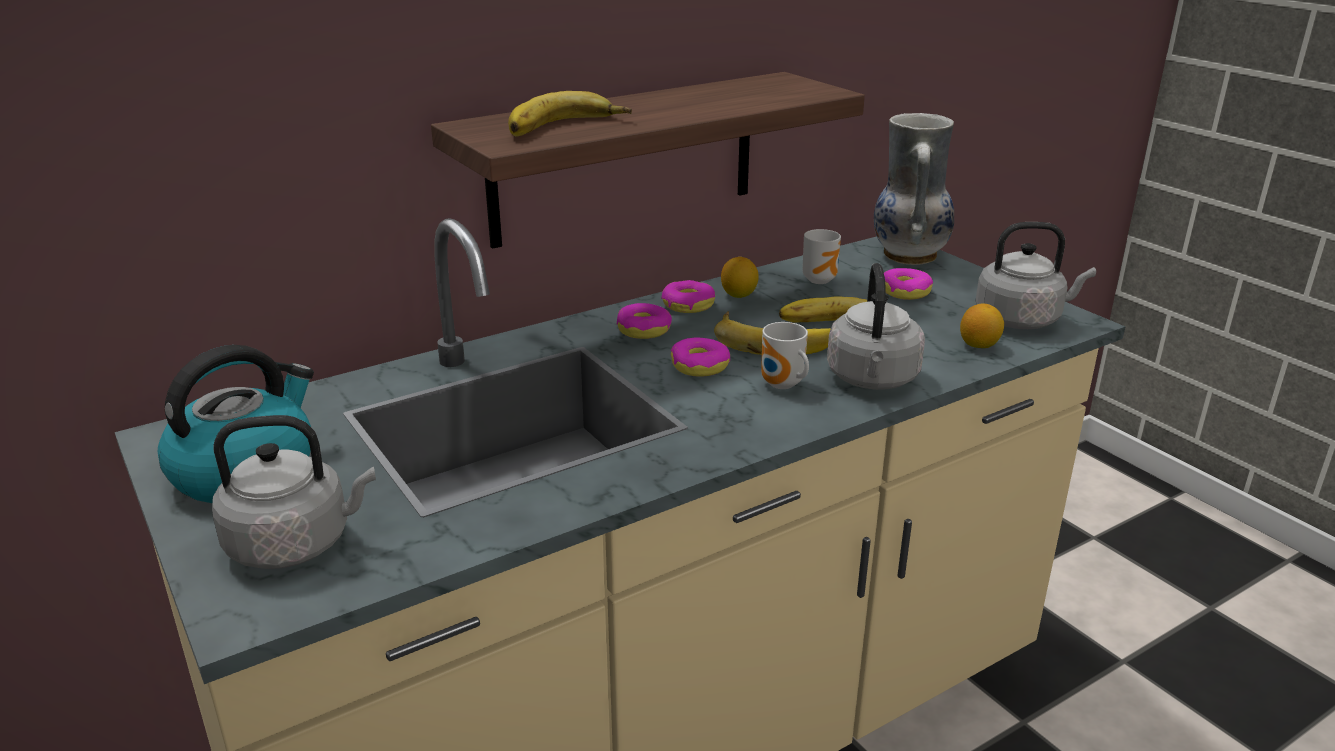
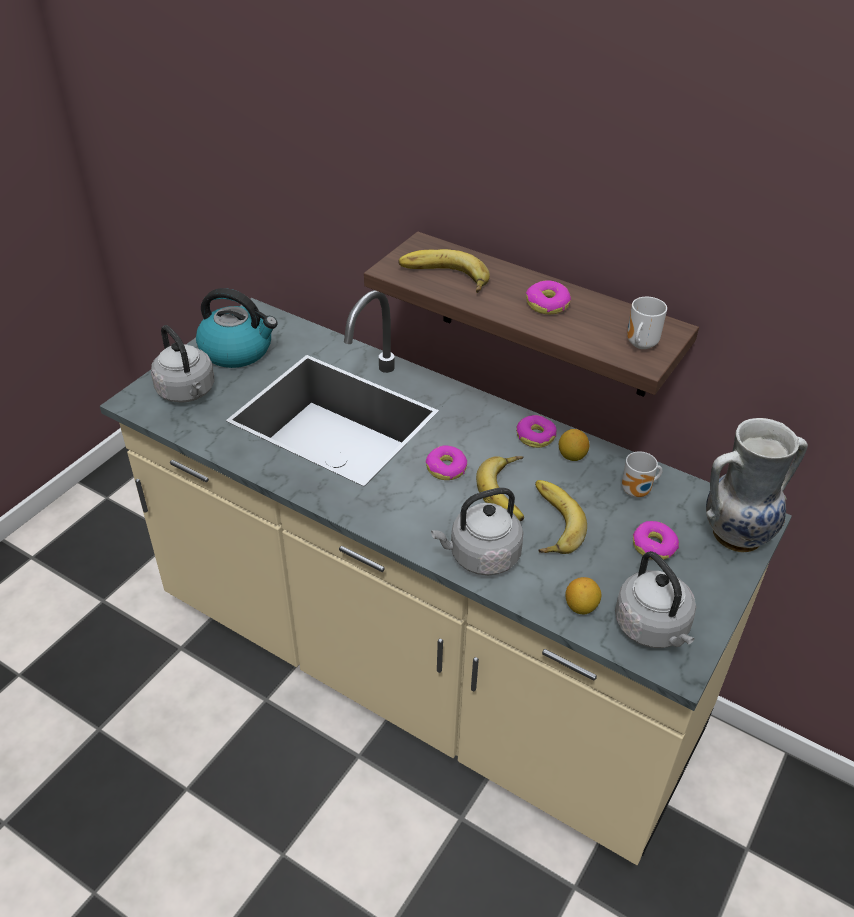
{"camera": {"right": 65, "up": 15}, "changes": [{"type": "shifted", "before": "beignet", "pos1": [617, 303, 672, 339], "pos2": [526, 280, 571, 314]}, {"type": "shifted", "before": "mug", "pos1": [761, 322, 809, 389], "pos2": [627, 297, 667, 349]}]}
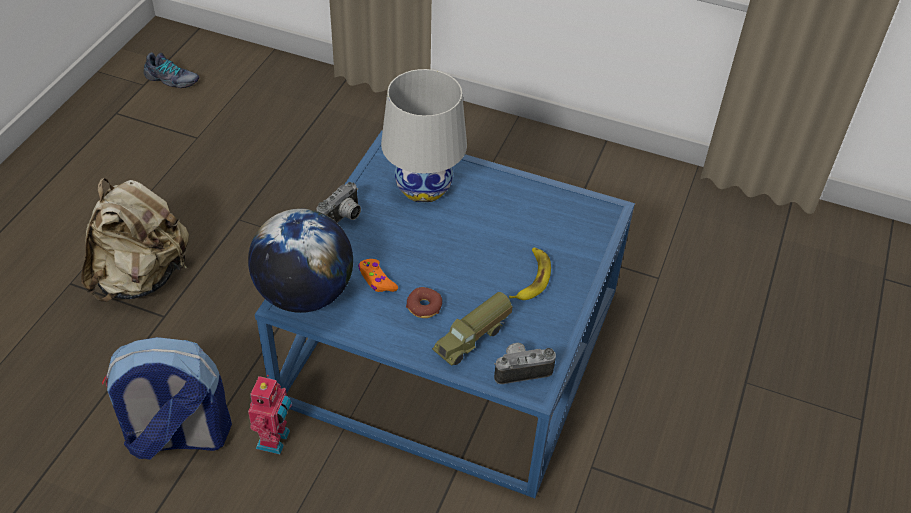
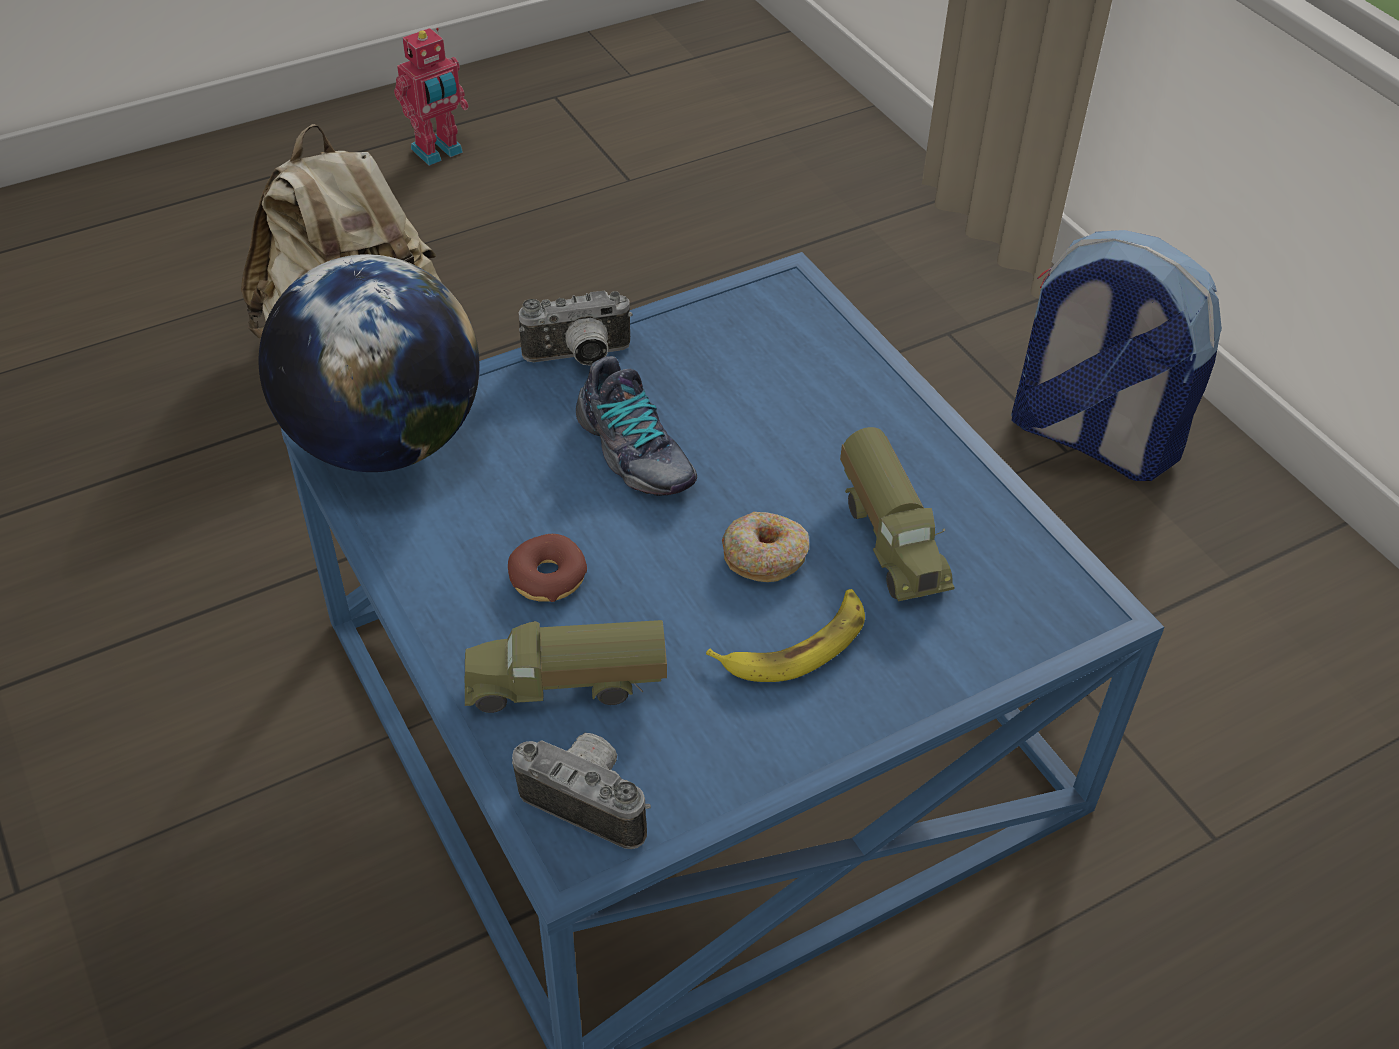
{"camera": {"right": 40, "up": 0}, "changes": [{"type": "shifted", "before": "robot jouet", "pos1": [248, 375, 292, 454], "pos2": [394, 28, 469, 166]}, {"type": "shifted", "before": "chaussure", "pos1": [144, 52, 199, 88], "pos2": [576, 356, 697, 496]}, {"type": "new", "after": "beignet", "pos2": [722, 512, 809, 582]}, {"type": "new", "after": "camion jouet", "pos2": [840, 427, 955, 601]}, {"type": "shifted", "before": "sac à dos", "pos1": [102, 337, 232, 460], "pos2": [1011, 230, 1222, 481]}, {"type": "gone", "before": "manette/orange", "pos1": [358, 259, 398, 292]}, {"type": "gone", "before": "lampe de table/blanc", "pos1": [381, 69, 467, 203]}]}
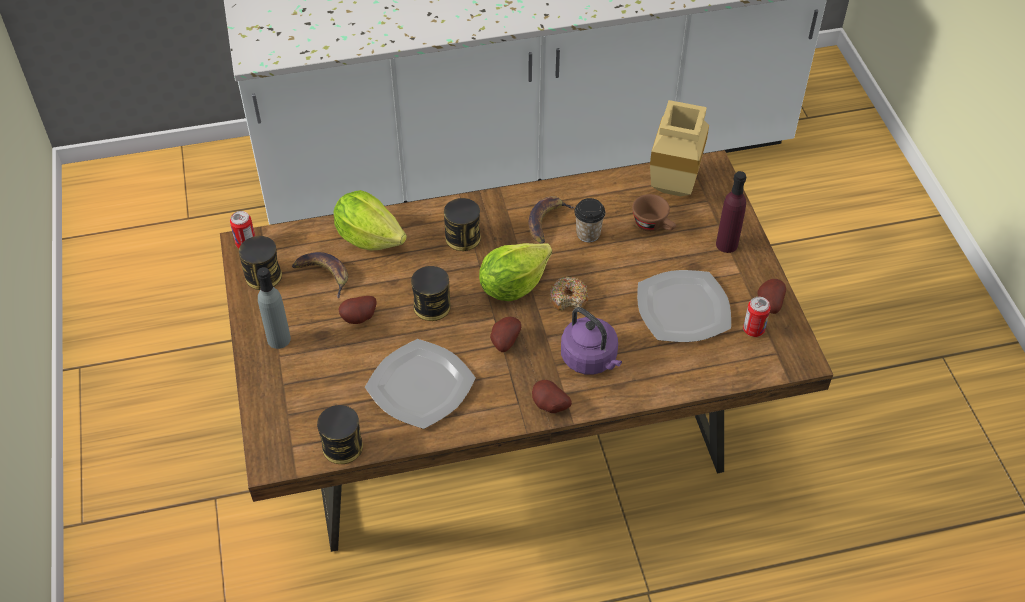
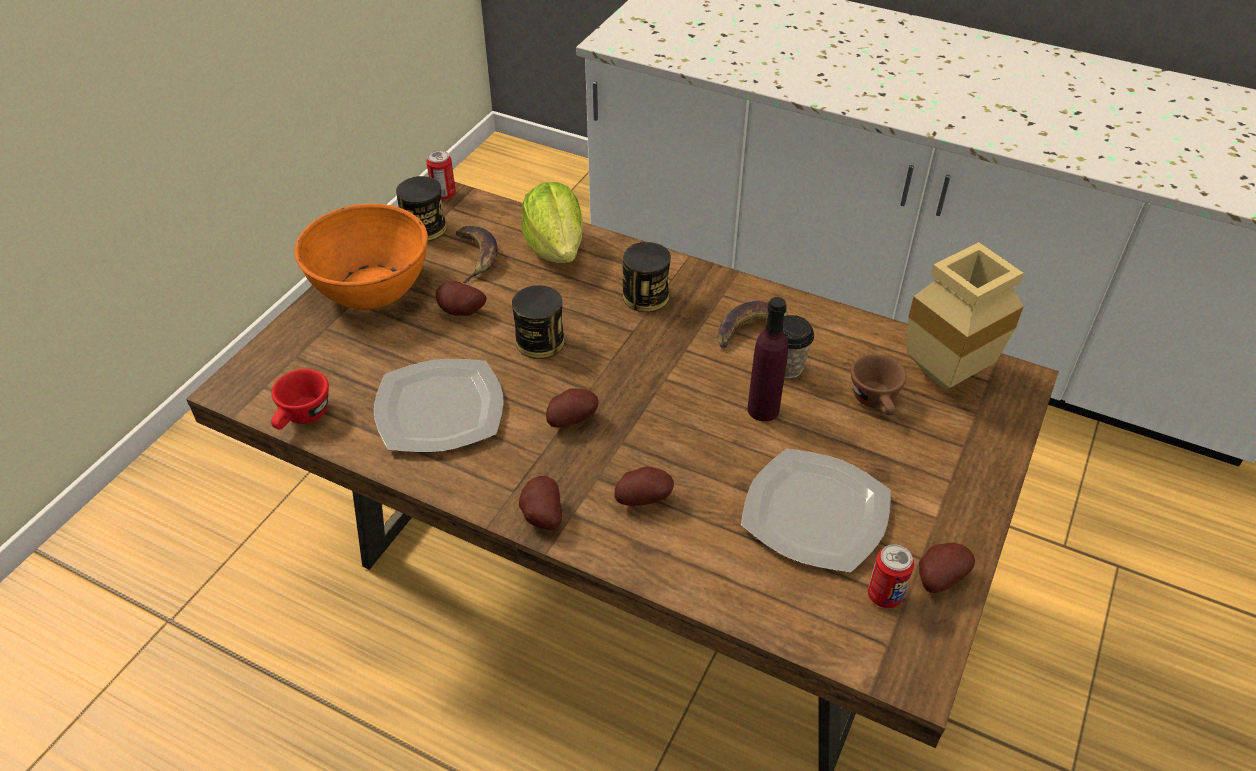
{"camera": {"right": 40, "up": -5}, "changes": [{"type": "swapped", "before": "boîte métallique", "after": "tasse/rouge", "pos1": [317, 405, 363, 464], "pos2": [271, 369, 329, 430]}, {"type": "swapped", "before": "bouteille/gris", "after": "bol/orange", "pos1": [257, 267, 291, 349], "pos2": [294, 204, 428, 310]}, {"type": "swapped", "before": "bouilloire/violet", "after": "pomme de terre", "pos1": [561, 307, 622, 375], "pos2": [614, 467, 674, 506]}, {"type": "shifted", "before": "bouteille/violet", "pos1": [716, 171, 746, 253], "pos2": [747, 297, 788, 422]}, {"type": "gone", "before": "laitue", "pos1": [479, 243, 552, 301]}, {"type": "gone", "before": "beignet", "pos1": [549, 277, 589, 311]}]}
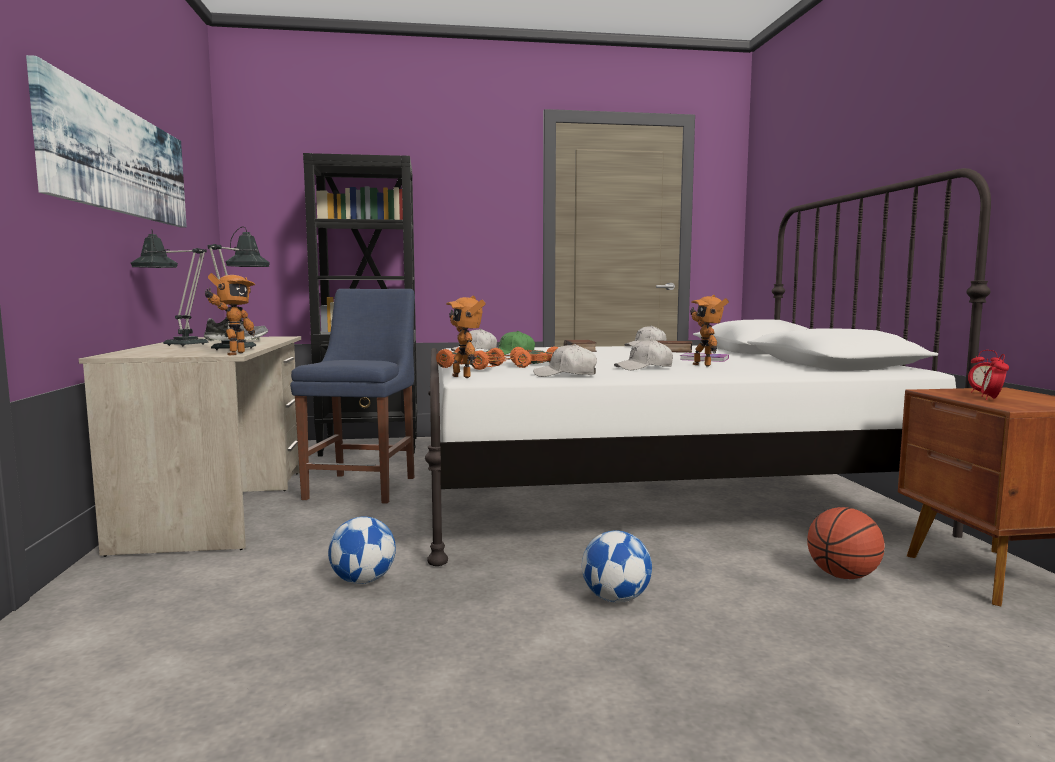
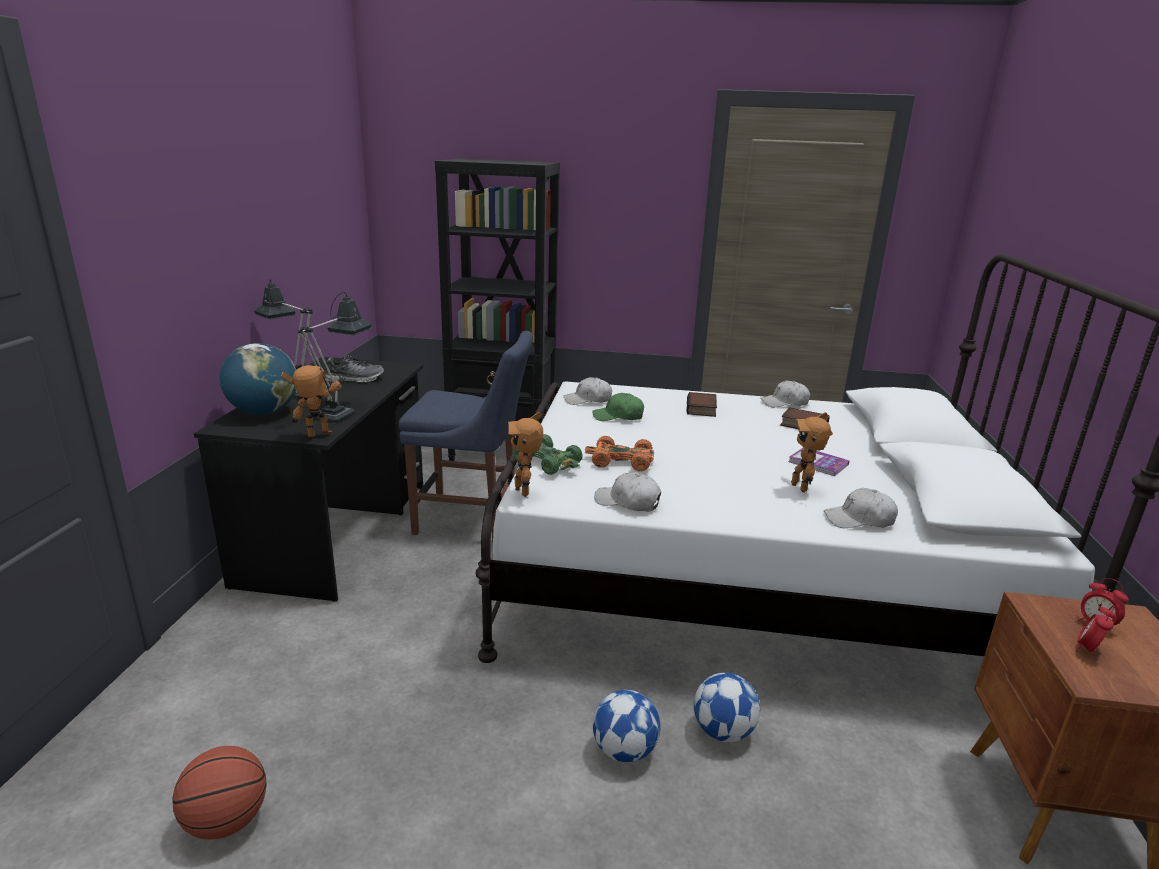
{"camera": {"right": 15, "up": 15}, "changes": [{"type": "shifted", "before": "ballon de basket", "pos1": [807, 507, 885, 579], "pos2": [173, 746, 266, 840]}, {"type": "repainted", "before": "bureau/beige", "after": "bureau/noir", "pos1": [79, 336, 301, 557], "pos2": [194, 357, 423, 602]}, {"type": "new", "after": "globe", "pos2": [220, 343, 296, 415]}, {"type": "rotated", "before": "robot jouet", "pos1": [205, 273, 256, 355], "pos2": [281, 365, 347, 438], "turn": -150}, {"type": "rotated", "before": "chaise/bleu", "pos1": [290, 289, 415, 504], "pos2": [399, 331, 533, 543], "turn": 75}, {"type": "repainted", "before": "petite voiture/orange", "after": "petite voiture/vert", "pos1": [436, 347, 506, 370], "pos2": [512, 434, 582, 475]}, {"type": "shifted", "before": "ballon de foot", "pos1": [328, 516, 396, 584], "pos2": [694, 673, 760, 742]}, {"type": "shifted", "before": "casquette/blanc", "pos1": [614, 339, 673, 370], "pos2": [824, 488, 898, 528]}, {"type": "gone", "before": "tableau", "pos1": [26, 55, 187, 228]}]}
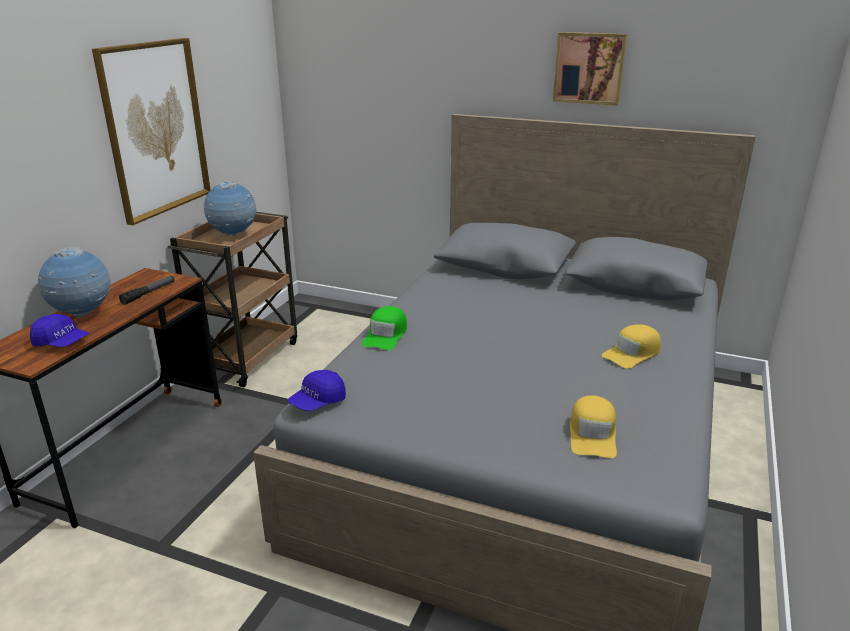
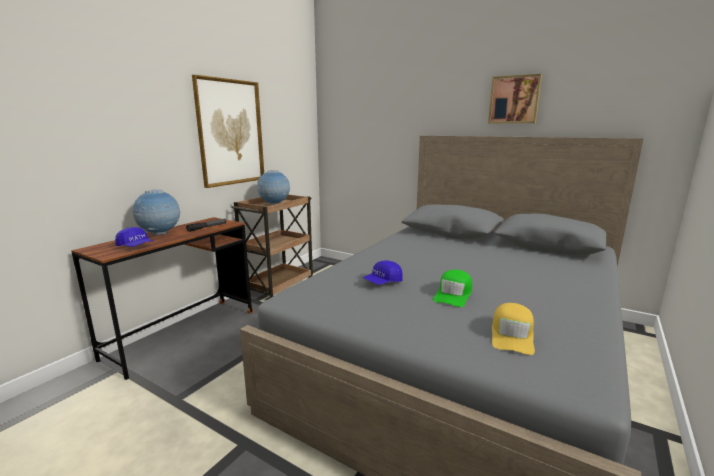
{"camera": {"right": 10, "up": -10}, "changes": [{"type": "shifted", "before": "casquette/bleu", "pos1": [288, 370, 346, 411], "pos2": [363, 261, 403, 285]}, {"type": "shifted", "before": "casquette/vert", "pos1": [362, 306, 407, 350], "pos2": [433, 270, 472, 307]}, {"type": "gone", "before": "casquette/jaune", "pos1": [602, 324, 661, 369]}]}
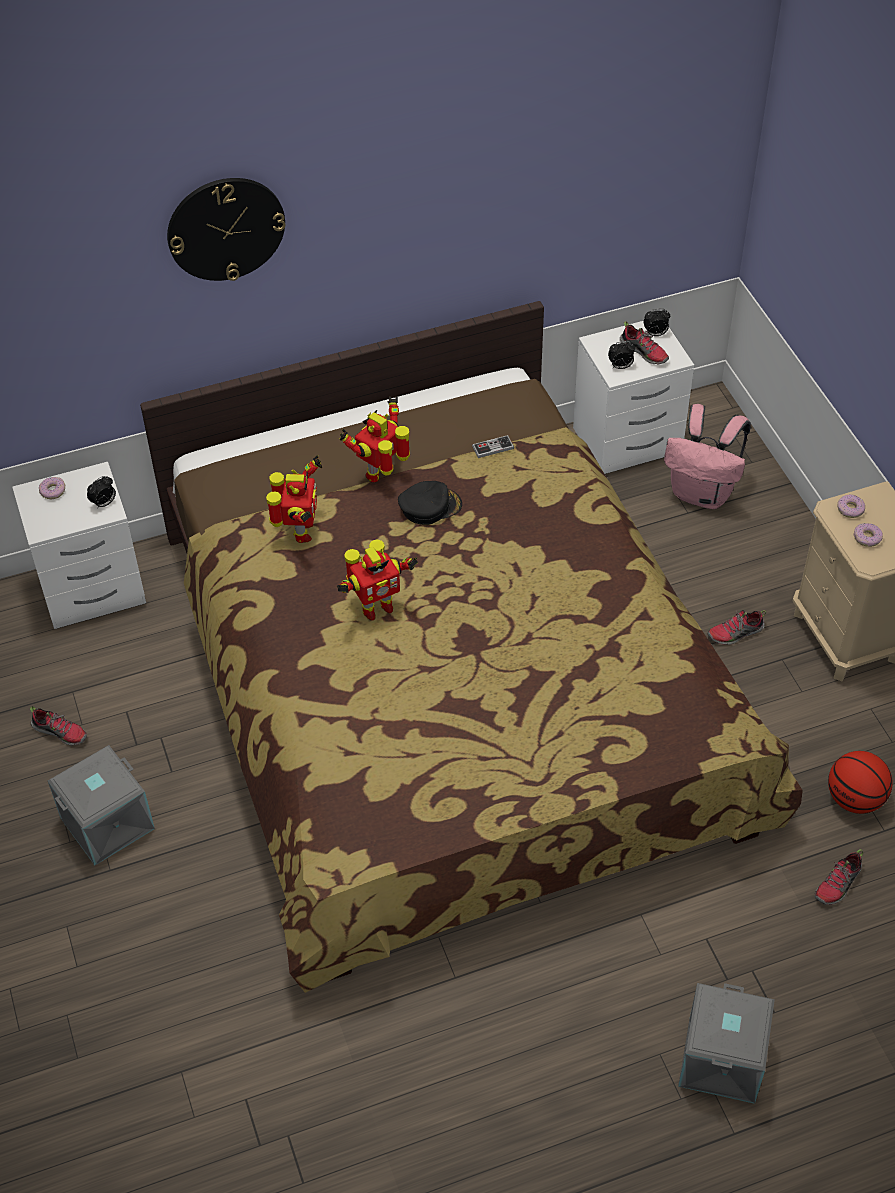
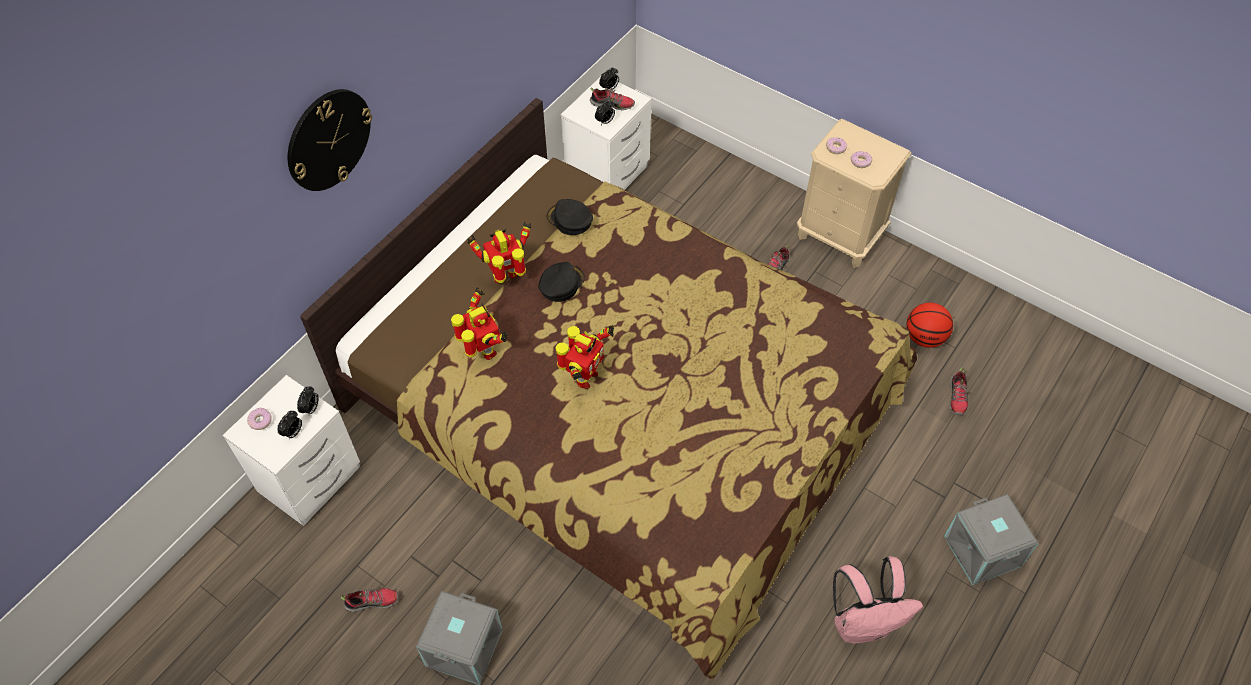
{"camera": {"right": -35, "up": 5}, "changes": [{"type": "new", "after": "réveil", "pos2": [278, 411, 302, 440]}, {"type": "rotated", "before": "robot jouet", "pos1": [340, 396, 410, 483], "pos2": [467, 221, 531, 283], "turn": 60}, {"type": "swapped", "before": "manette", "after": "casquette/noir", "pos1": [472, 435, 514, 458], "pos2": [547, 199, 593, 235]}, {"type": "shifted", "before": "sac à dos/rose", "pos1": [664, 404, 751, 509], "pos2": [833, 556, 923, 643]}]}
